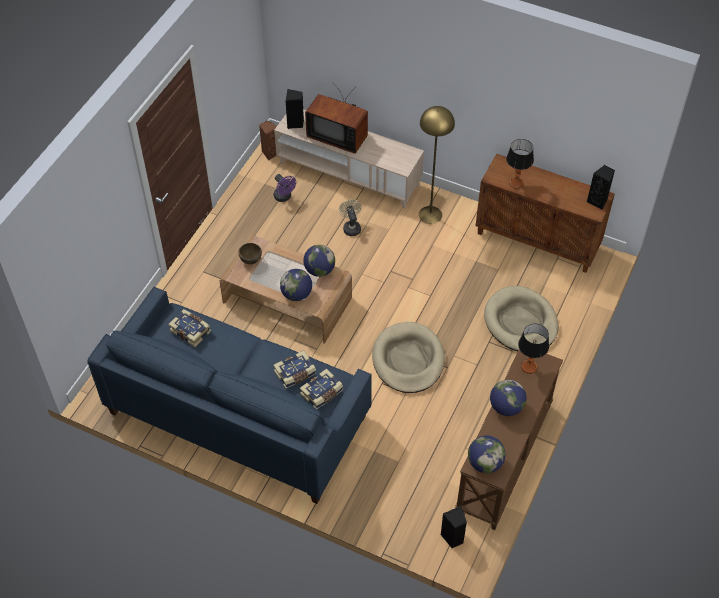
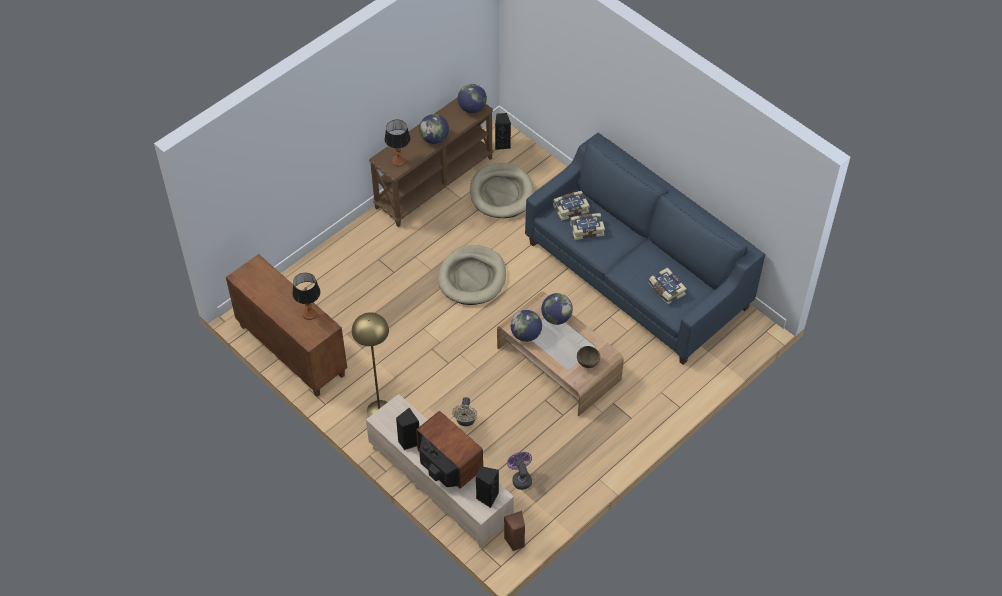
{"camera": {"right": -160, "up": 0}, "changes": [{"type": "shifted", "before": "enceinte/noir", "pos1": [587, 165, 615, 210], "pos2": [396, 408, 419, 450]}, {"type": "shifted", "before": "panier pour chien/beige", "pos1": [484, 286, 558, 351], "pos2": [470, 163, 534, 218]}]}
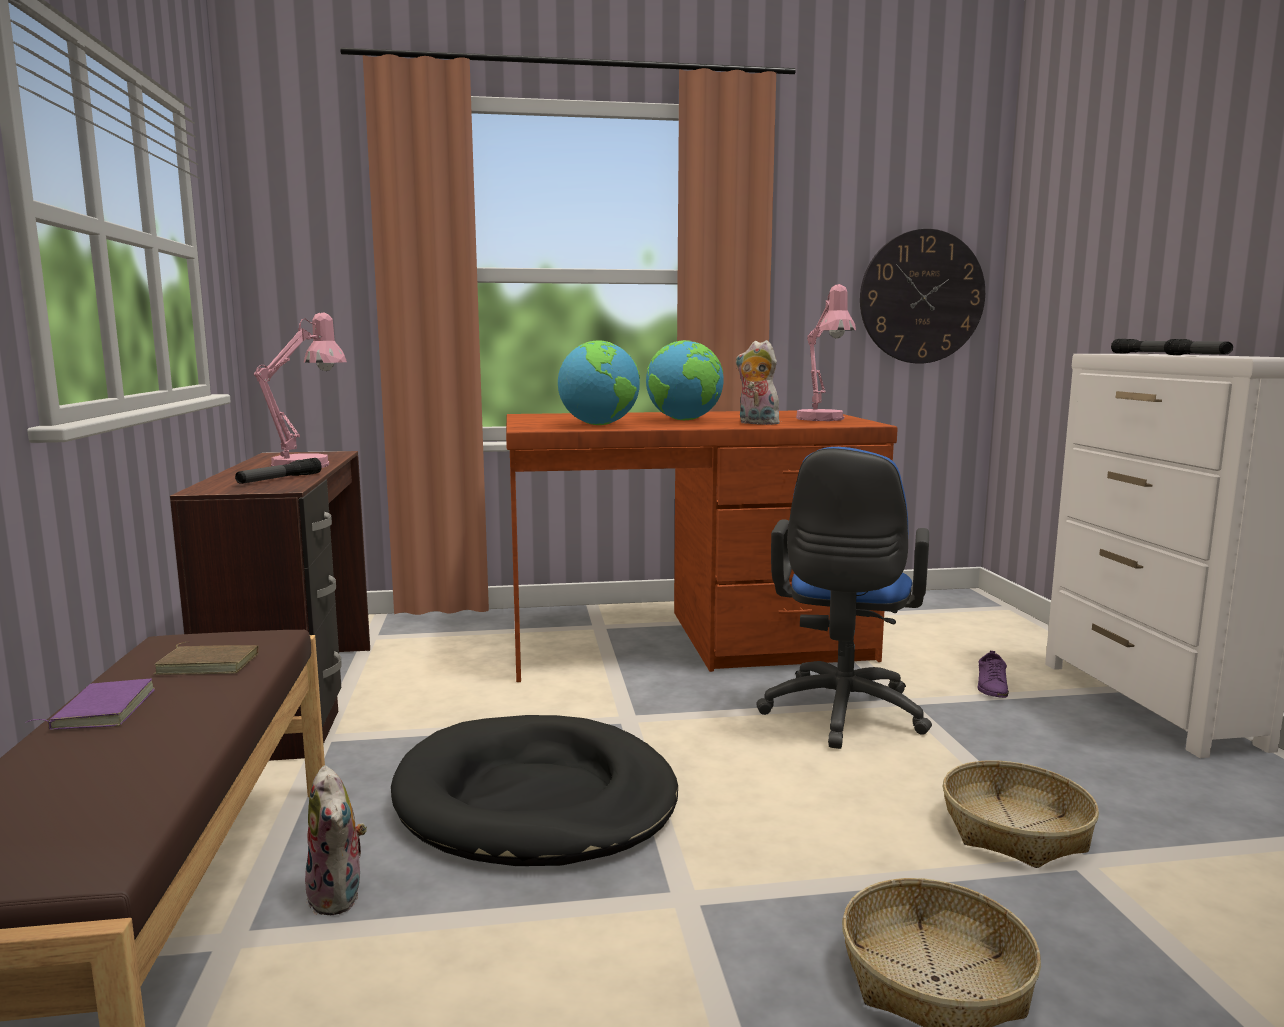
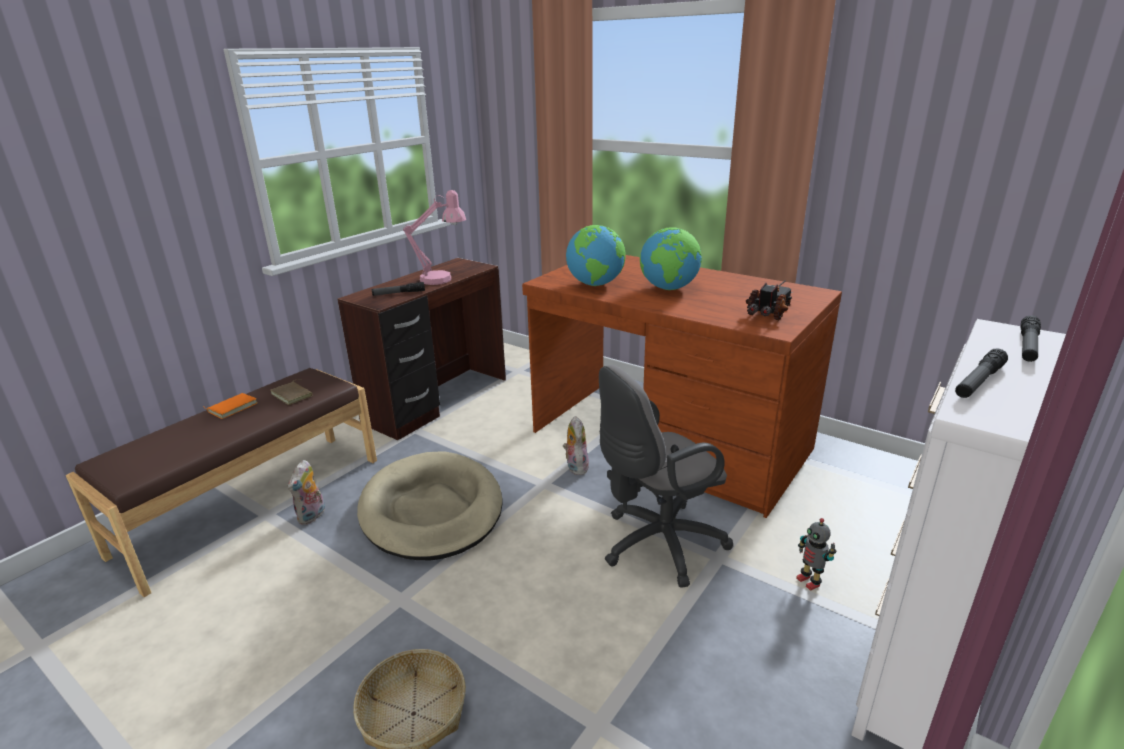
{"camera": {"right": 45, "up": 15}, "changes": [{"type": "repainted", "before": "livre/violet", "after": "livre/orange", "pos1": [25, 679, 155, 730], "pos2": [204, 393, 257, 419]}, {"type": "repainted", "before": "panier pour chien/noir", "after": "panier pour chien/beige", "pos1": [391, 715, 678, 866], "pos2": [357, 451, 503, 560]}, {"type": "shifted", "before": "peluche", "pos1": [735, 340, 782, 425], "pos2": [563, 416, 589, 475]}, {"type": "repainted", "before": "chaise de bureau/bleu", "after": "chaise de bureau/gris", "pos1": [756, 447, 932, 749], "pos2": [599, 365, 733, 588]}, {"type": "swapped", "before": "lampe de table/rose", "after": "camion jouet", "pos1": [796, 284, 856, 421], "pos2": [746, 280, 793, 320]}, {"type": "swapped", "before": "chaussure/violet", "after": "robot jouet", "pos1": [977, 651, 1009, 698], "pos2": [796, 518, 836, 591]}, {"type": "gone", "before": "horloge murale", "pos1": [860, 229, 985, 364]}, {"type": "gone", "before": "panier", "pos1": [943, 760, 1099, 868]}]}
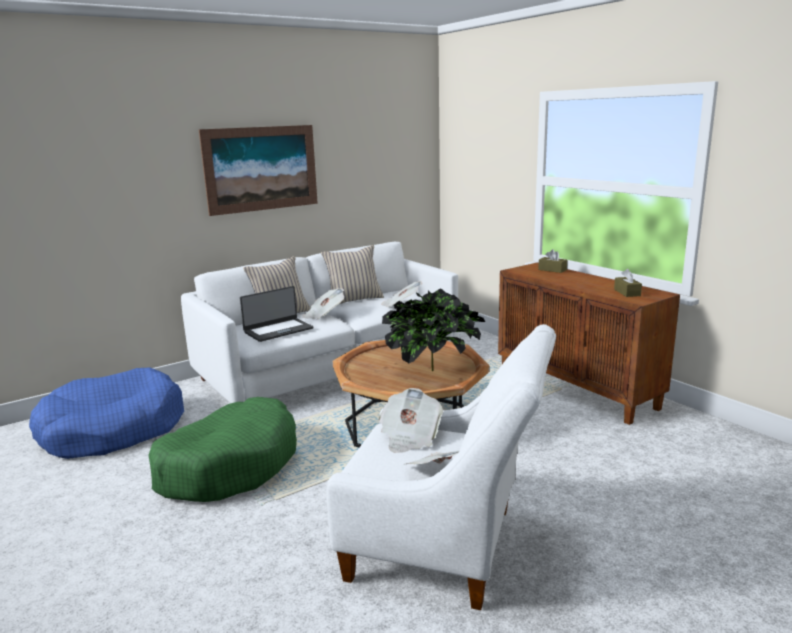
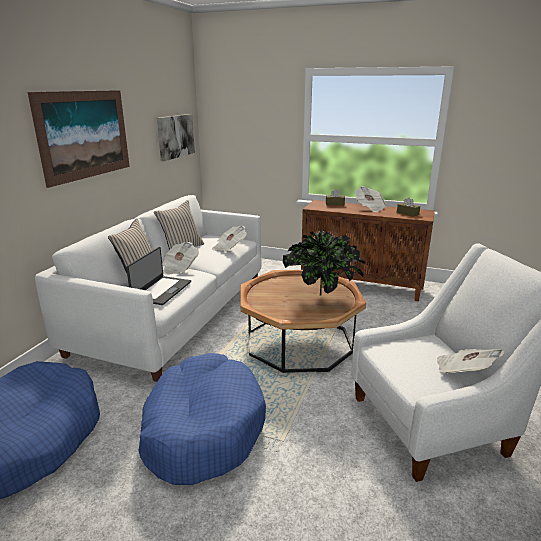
{"camera": {"right": -35, "up": 5}, "changes": [{"type": "repainted", "before": "panier pour chien/vert", "after": "panier pour chien/bleu", "pos1": [149, 397, 297, 502], "pos2": [139, 353, 266, 485]}, {"type": "new", "after": "tableau", "pos2": [157, 114, 195, 161]}, {"type": "shifted", "before": "journal", "pos1": [379, 388, 443, 453], "pos2": [355, 186, 387, 212]}]}
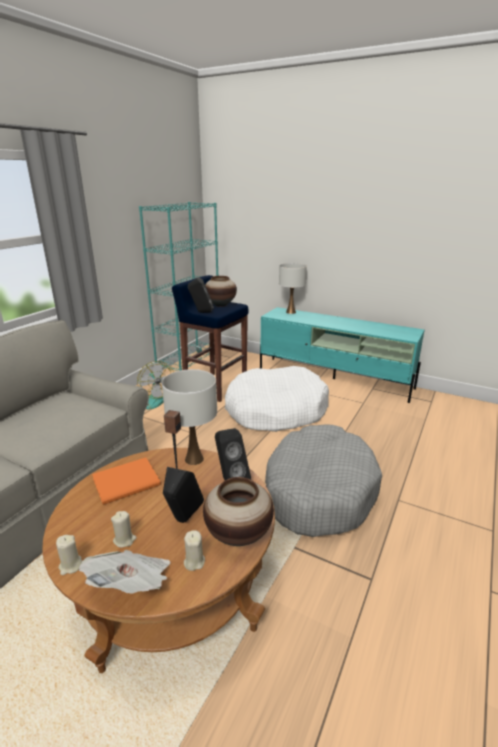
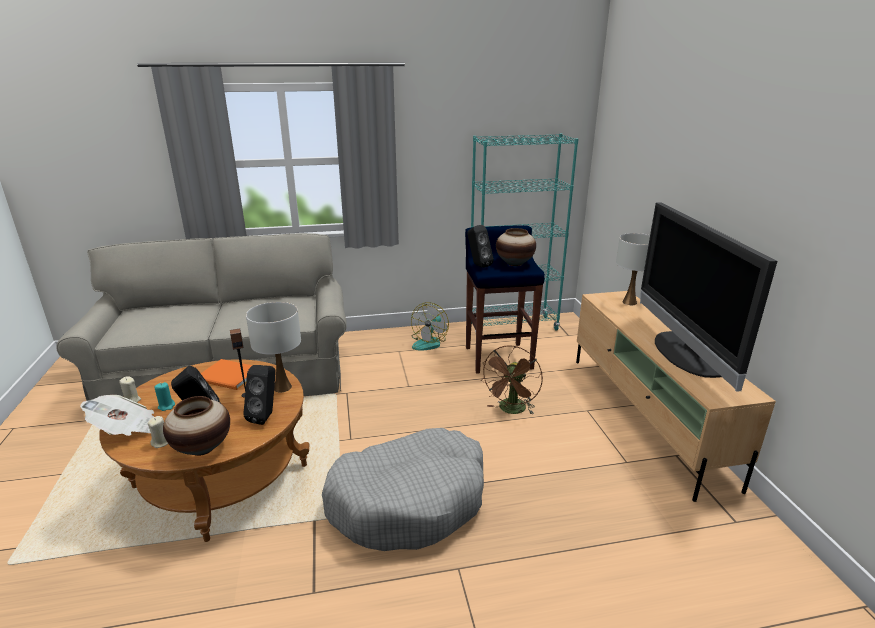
{"camera": {"right": 50, "up": 0}, "changes": [{"type": "repainted", "before": "bougie/beige", "after": "bougie/turquoise", "pos1": [111, 511, 137, 548], "pos2": [154, 382, 175, 411]}, {"type": "swapped", "before": "panier pour chien/blanc", "after": "ventilateur/marron", "pos1": [225, 366, 329, 432], "pos2": [481, 345, 543, 415]}, {"type": "repainted", "before": "meuble télé/turquoise", "after": "meuble télé/beige", "pos1": [260, 307, 425, 403], "pos2": [576, 291, 776, 502]}, {"type": "new", "after": "téléviseur", "pos2": [640, 202, 777, 392]}]}
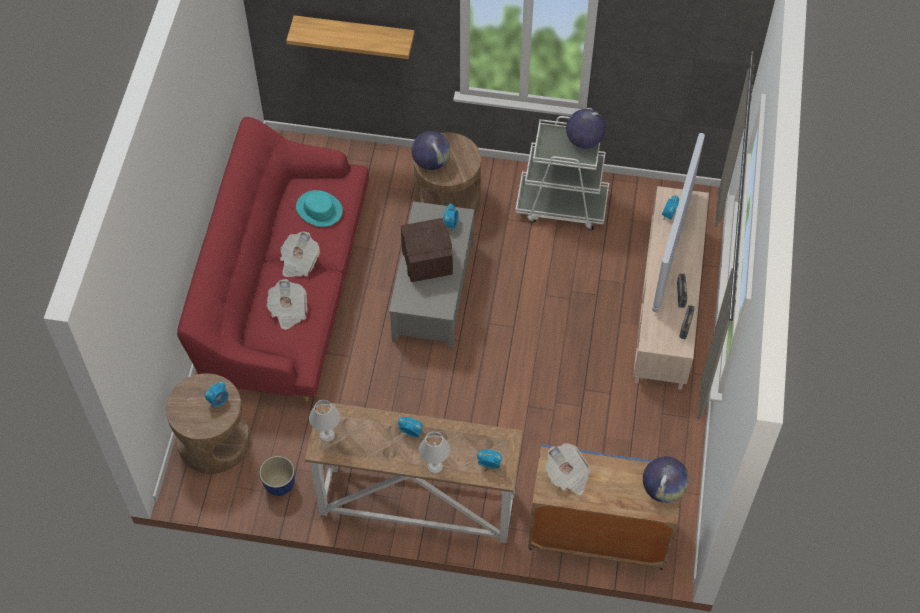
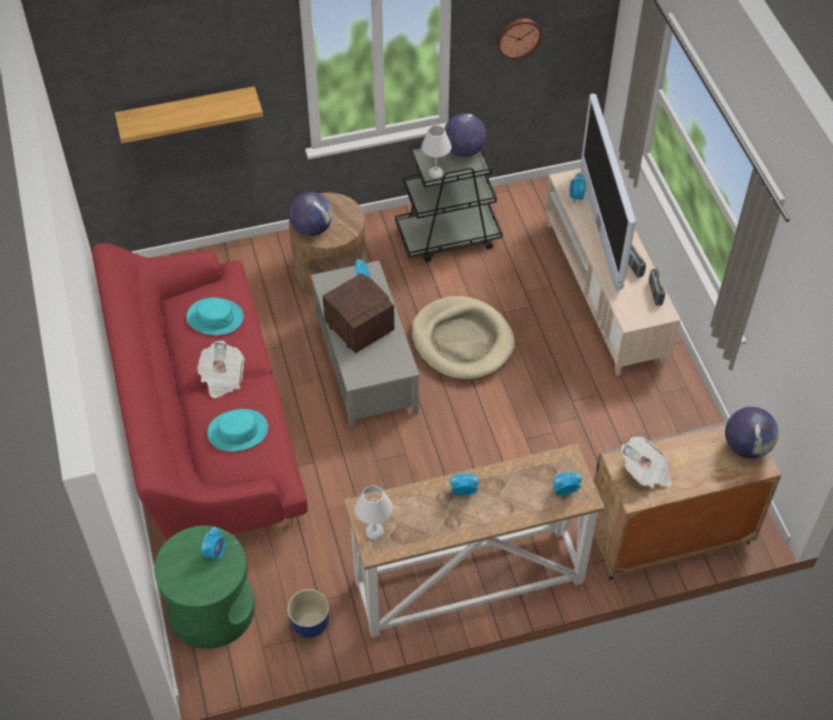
{"camera": {"right": -25, "up": -5}, "changes": [{"type": "repainted", "before": "table d'appoint/marron", "after": "table d'appoint/vert", "pos1": [166, 373, 250, 474], "pos2": [154, 526, 255, 649]}, {"type": "swapped", "before": "journal", "after": "chapeau/turquoise", "pos1": [266, 279, 307, 330], "pos2": [207, 409, 268, 451]}, {"type": "repainted", "before": "chariot/blanc", "after": "chariot/noir", "pos1": [515, 116, 609, 230], "pos2": [395, 142, 503, 262]}, {"type": "new", "after": "panier pour chien/beige", "pos2": [411, 296, 515, 380]}, {"type": "shifted", "before": "lampe de table/blanc", "pos1": [419, 432, 450, 474], "pos2": [421, 125, 452, 179]}, {"type": "new", "after": "horloge murale", "pos2": [496, 18, 542, 59]}, {"type": "repainted", "before": "meuble de rangement/bleu", "after": "meuble de rangement/gris", "pos1": [528, 444, 680, 570], "pos2": [594, 421, 781, 580]}]}
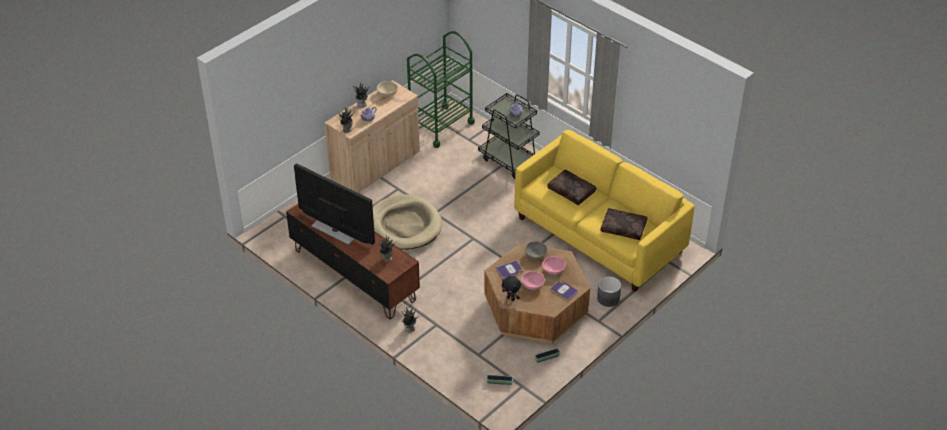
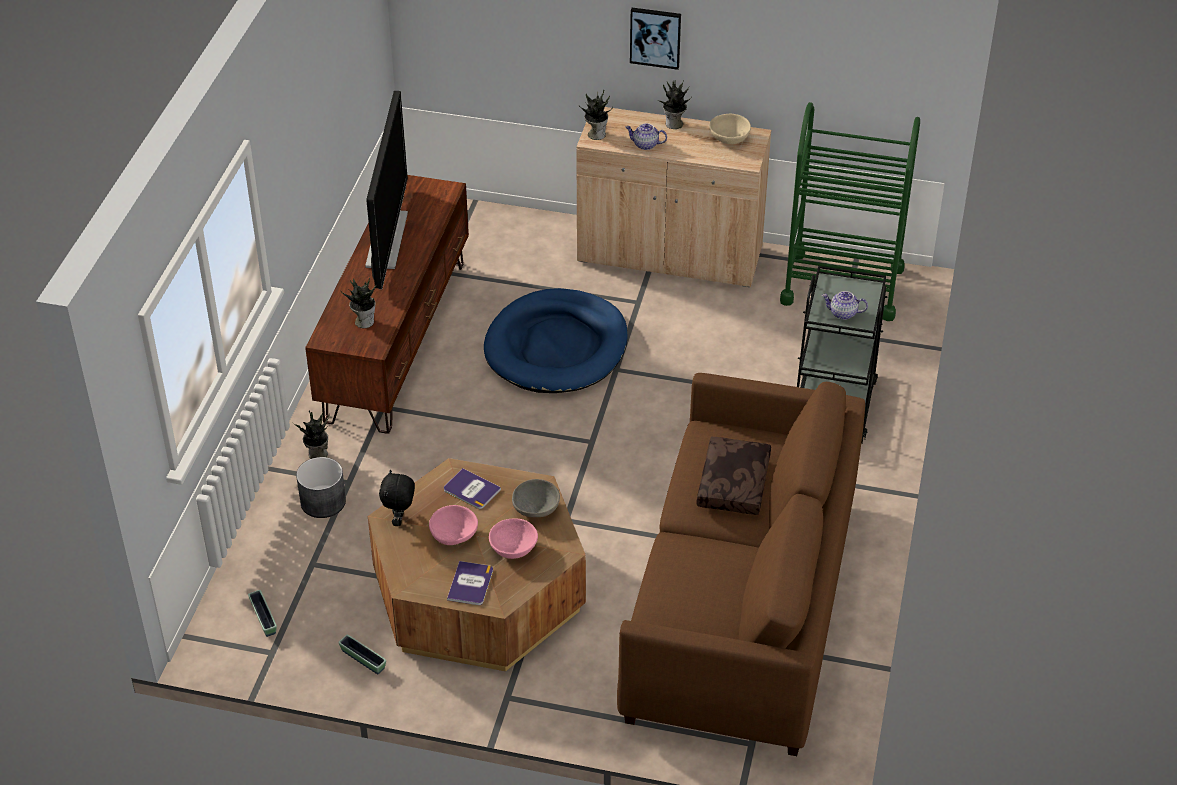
{"camera": {"right": 60, "up": 0}, "changes": [{"type": "shifted", "before": "cache-pot/gris", "pos1": [597, 276, 621, 307], "pos2": [296, 457, 346, 518]}, {"type": "repainted", "before": "panier pour chien/beige", "after": "panier pour chien/bleu", "pos1": [373, 195, 442, 250], "pos2": [484, 288, 628, 393]}, {"type": "repainted", "before": "canapé/jaune", "after": "canapé/marron", "pos1": [514, 130, 695, 292], "pos2": [617, 373, 865, 756]}, {"type": "new", "after": "tableau", "pos2": [630, 8, 681, 70]}, {"type": "gone", "before": "coussin/marron", "pos1": [601, 208, 647, 240]}]}
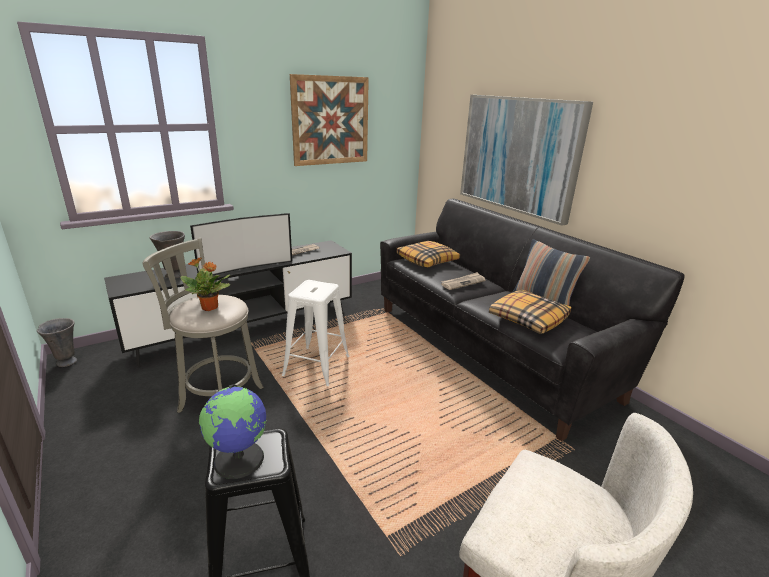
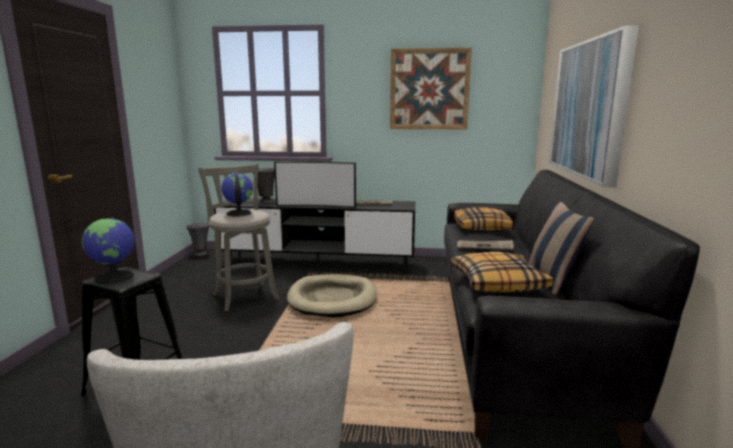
{"camera": {"right": 40, "up": -10}, "changes": [{"type": "swapped", "before": "plante en pot", "after": "globe", "pos1": [181, 257, 230, 311], "pos2": [221, 173, 253, 216]}, {"type": "swapped", "before": "tabouret/blanc", "after": "panier pour chien/beige", "pos1": [282, 280, 350, 386], "pos2": [287, 274, 377, 318]}]}
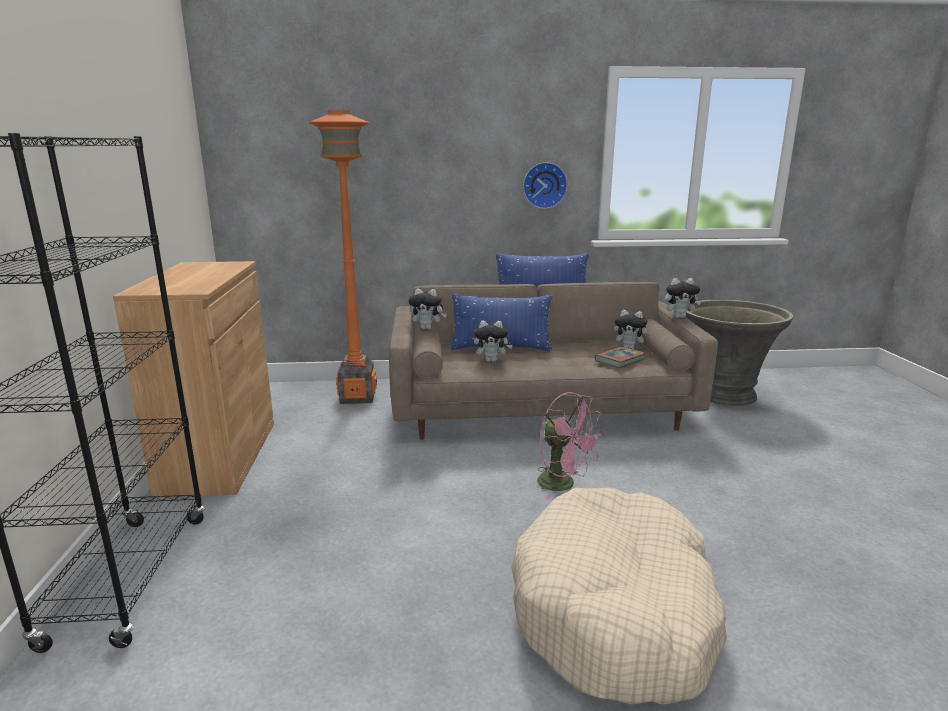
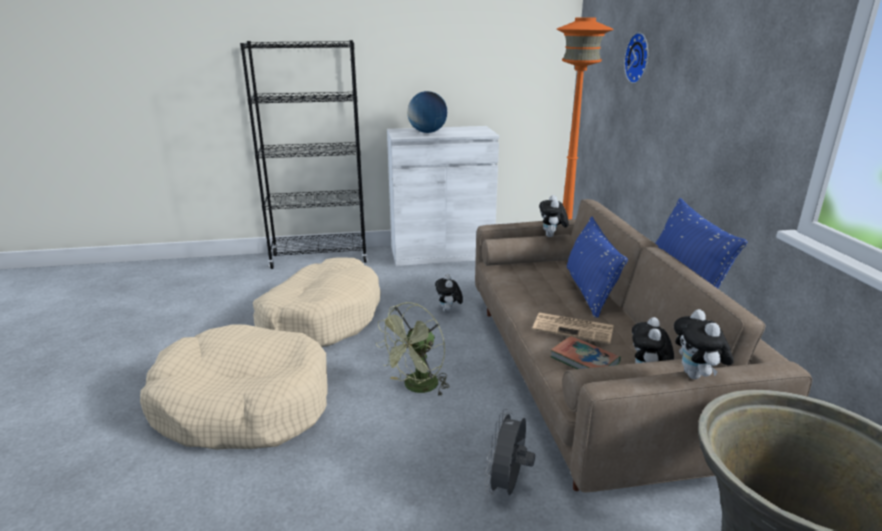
{"camera": {"right": 85, "up": 5}, "changes": [{"type": "new", "after": "panier pour chien/beige", "pos2": [253, 257, 381, 347]}, {"type": "repainted", "before": "ventilateur/rose", "after": "ventilateur/vert", "pos1": [537, 392, 604, 500], "pos2": [376, 302, 450, 397]}, {"type": "repainted", "before": "meuble de rangement/marron", "after": "meuble de rangement/blanc", "pos1": [113, 261, 274, 498], "pos2": [387, 126, 499, 266]}, {"type": "new", "after": "globe", "pos2": [407, 91, 447, 133]}, {"type": "shifted", "before": "peluche", "pos1": [474, 321, 513, 362], "pos2": [435, 274, 463, 313]}, {"type": "new", "after": "ventilateur/gris", "pos2": [484, 409, 535, 495]}, {"type": "new", "after": "journal", "pos2": [532, 312, 614, 344]}, {"type": "shifted", "before": "horloge murale", "pos1": [523, 162, 568, 209], "pos2": [624, 32, 648, 84]}]}
